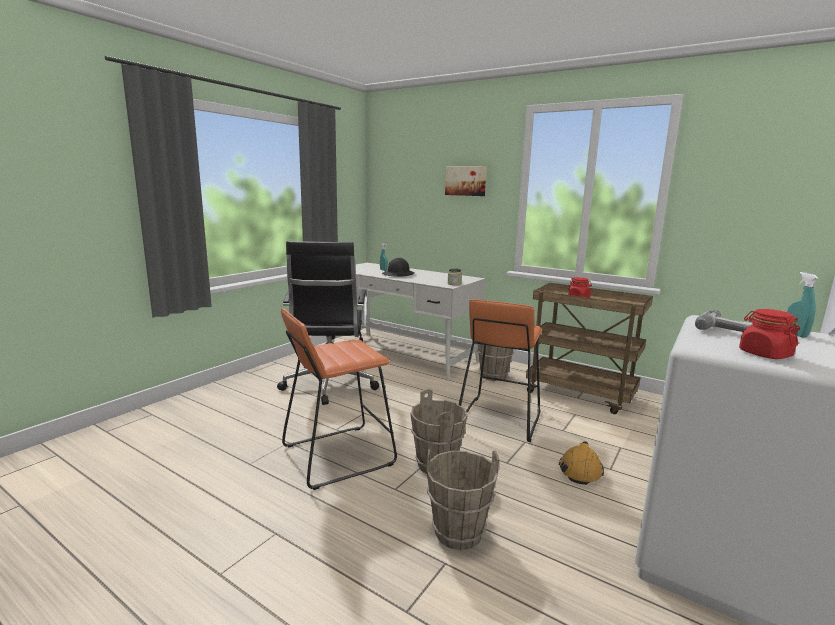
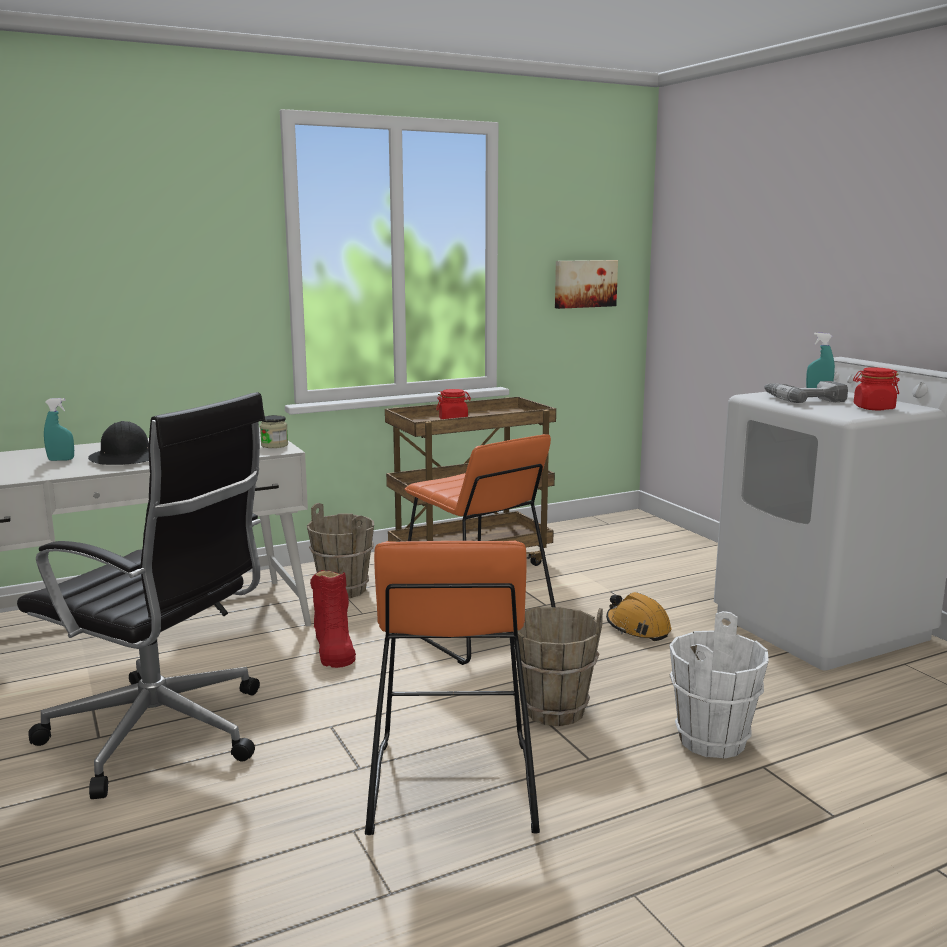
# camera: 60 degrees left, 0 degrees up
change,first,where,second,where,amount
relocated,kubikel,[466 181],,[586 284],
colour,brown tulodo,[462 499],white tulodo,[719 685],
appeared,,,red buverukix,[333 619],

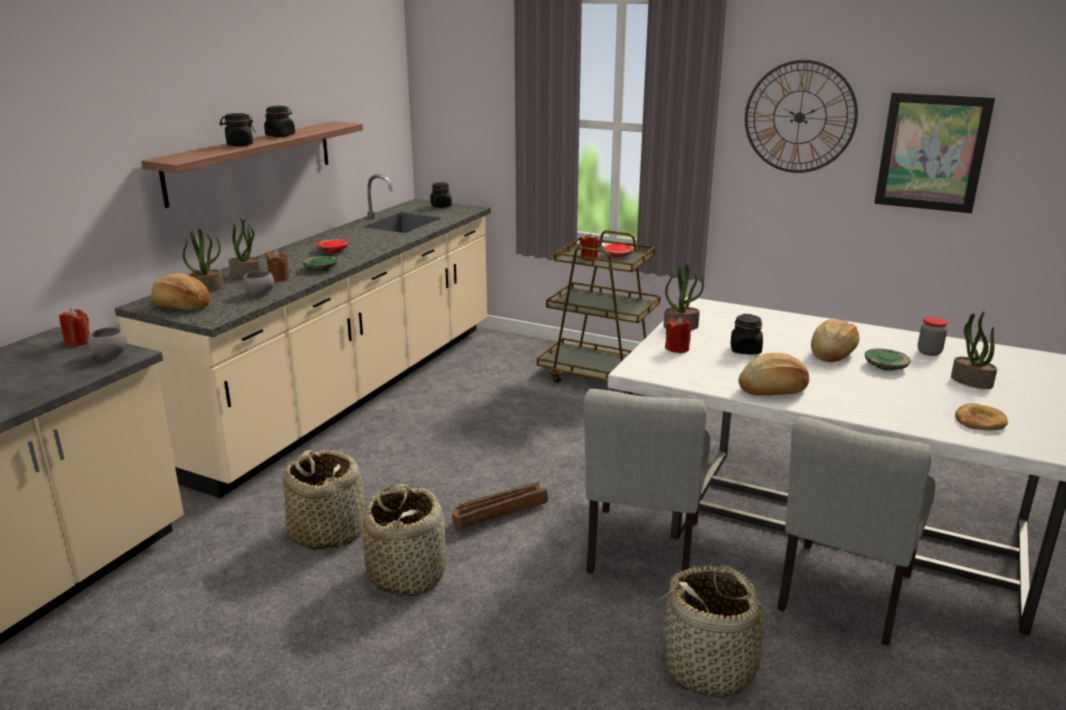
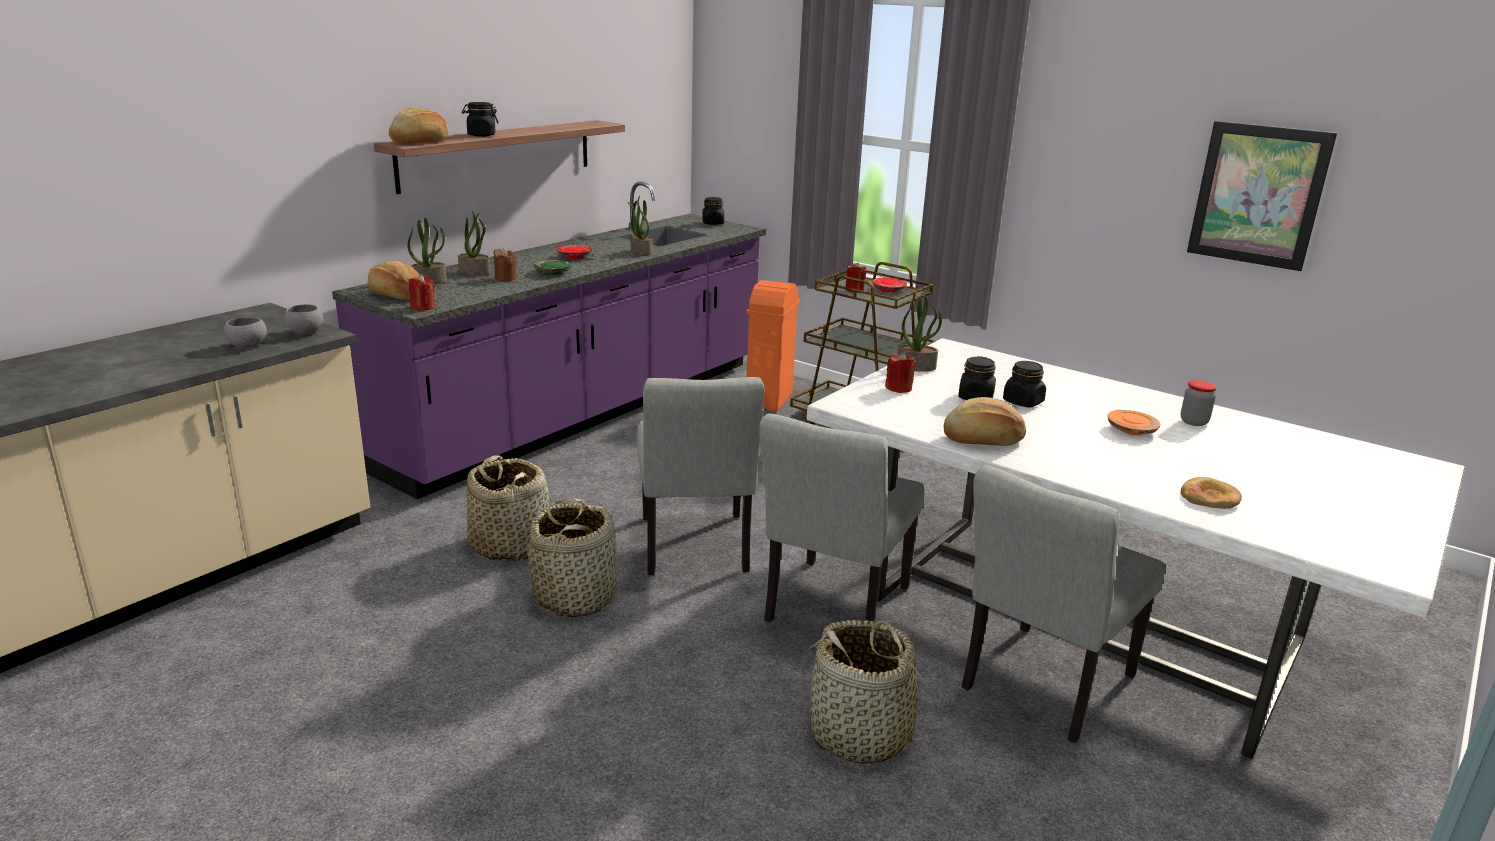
# camera: 10 degrees right, 0 degrees up
change,first,where,second,where,amount
missing,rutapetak,[801 116],,,
relocated,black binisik,[279 121],,[1024 384],
colour,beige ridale,[303 336],purple ridale,[549 340],
relocated,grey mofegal,[258 283],,[245 332],
relocated,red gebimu,[74 327],,[422 292],
relocated,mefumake,[974 350],,[639 226],
relocated,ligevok,[835 340],,[418 125],
colour,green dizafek,[888 359],orange dizafek,[1133 422],
exchanged,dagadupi,[500 505],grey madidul,[701 476],
appeared,,,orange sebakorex,[773 346],

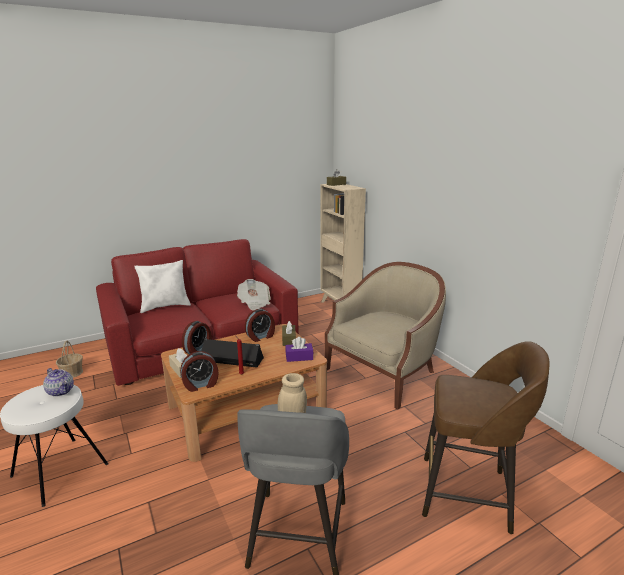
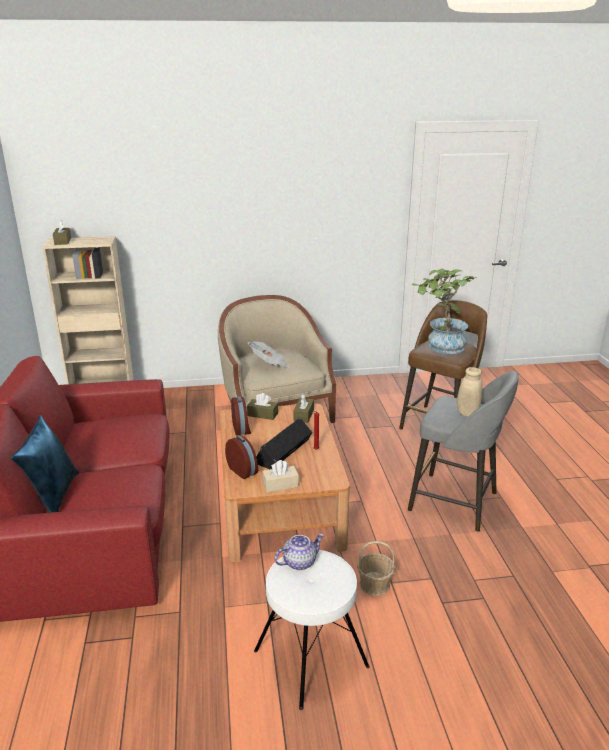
# camera: 70 degrees left, 5 degrees up
change,first,where,second,where,amount
colour,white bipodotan,[162 286],blue bipodotan,[45 464],
relocated,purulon,[253 295],,[269 354],
colour,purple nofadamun,[299 349],brown nofadamun,[304 408],
relocated,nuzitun,[69 359],,[376 568],
missing,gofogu,[199 371],,,
appeared,,,mefumake,[444 311],

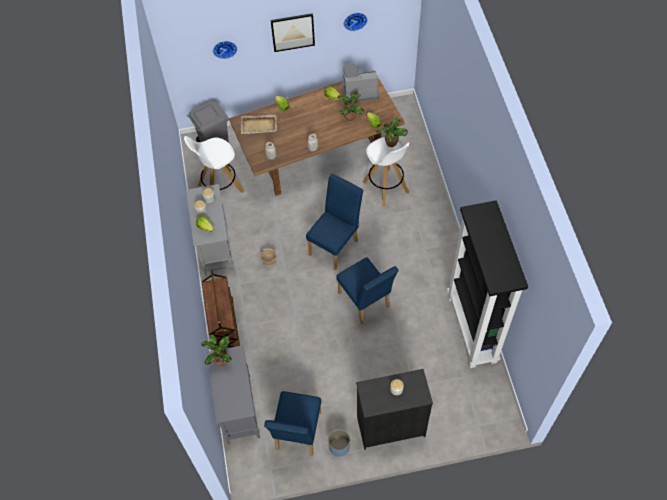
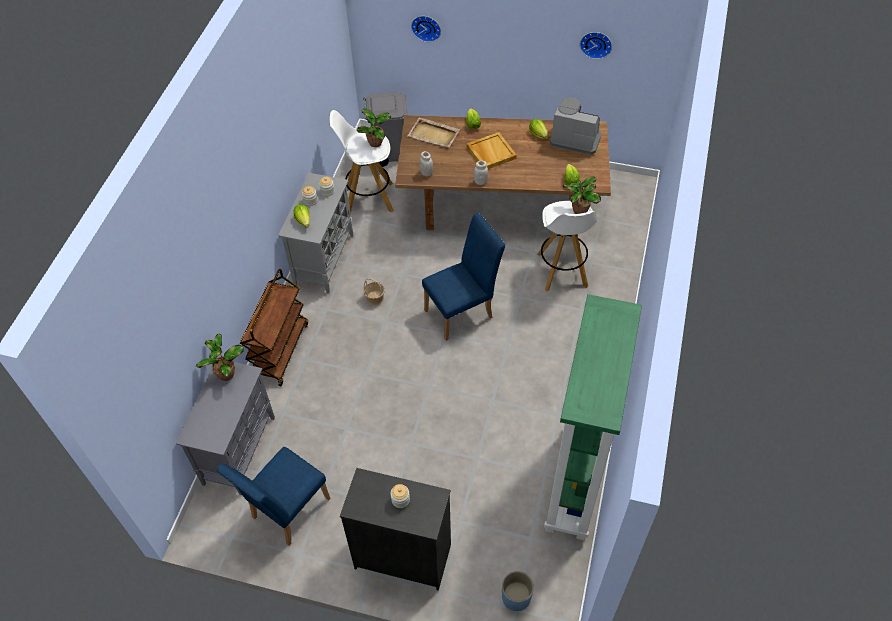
# camera: 25 degrees right, 5 degrees down
change,first,where,second,where,amount
missing,kubikel,[293 32],,,
relocated,mefumake,[351 106],,[374 128],
colour,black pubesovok,[487 284],green pubesovok,[593 417],
missing,blue madidul,[367 290],,,
relocated,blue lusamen,[339 443],,[518 591],
appeared,,,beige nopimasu,[492 150],

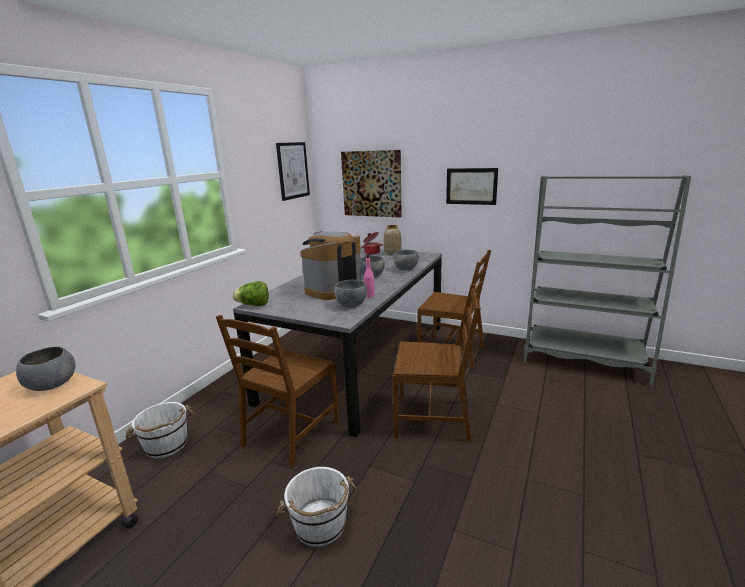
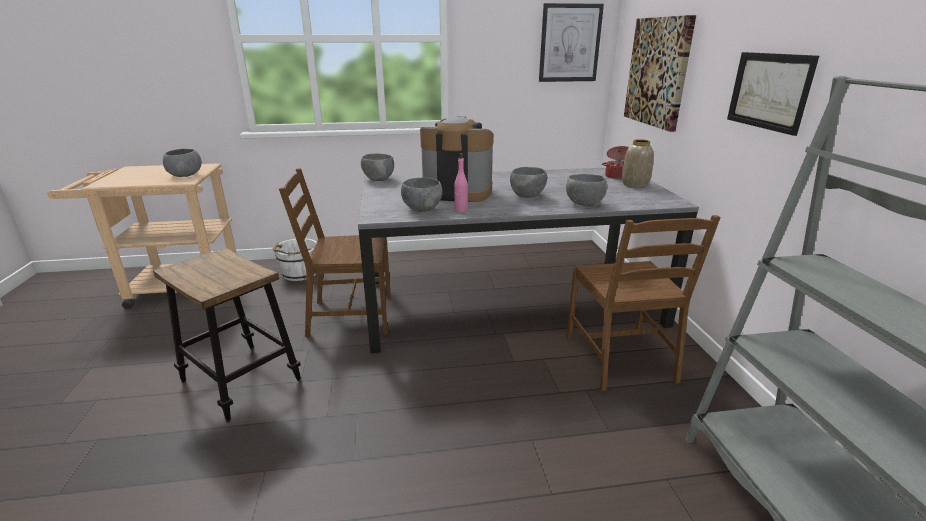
# camera: 55 degrees right, 5 degrees up
change,first,where,second,where,amount
exchanged,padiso,[251 293],grey mofegal,[377 167],
missing,brown madidul,[437 363],,,
exchanged,white tulodo,[316 507],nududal,[227 334],

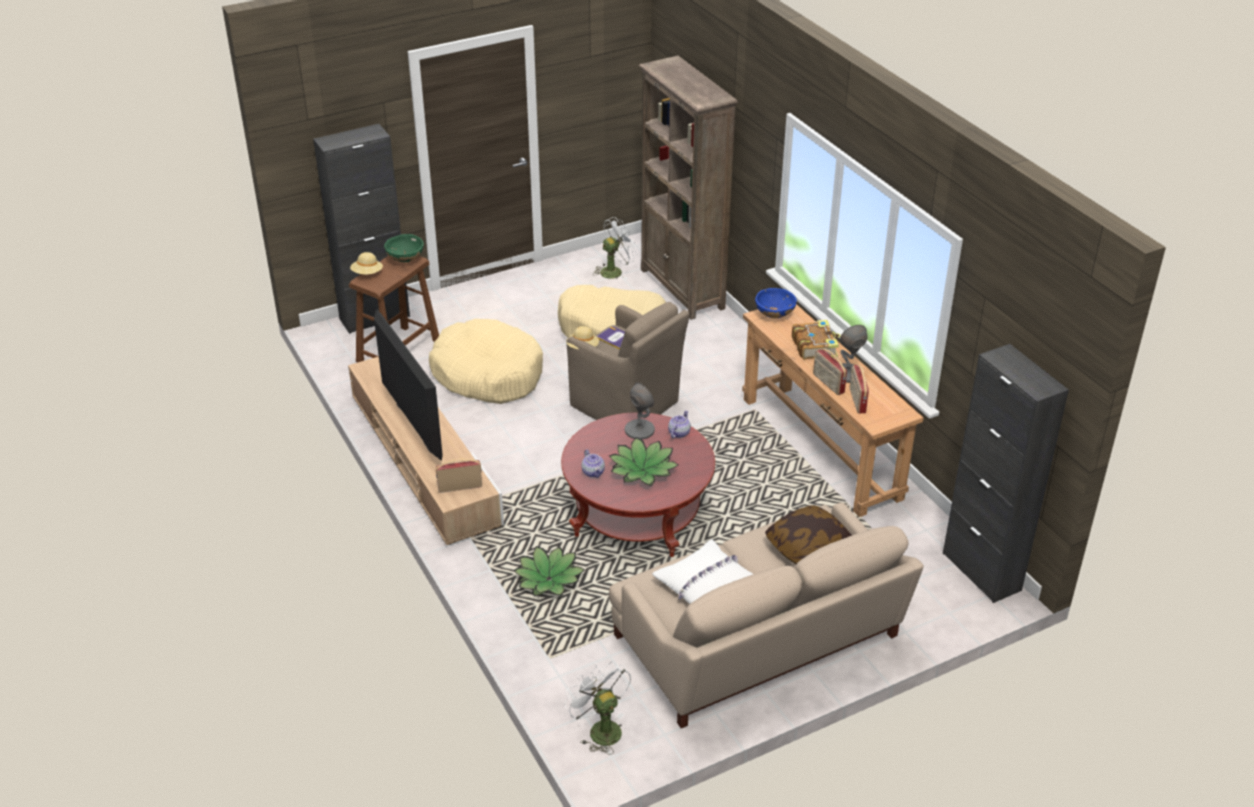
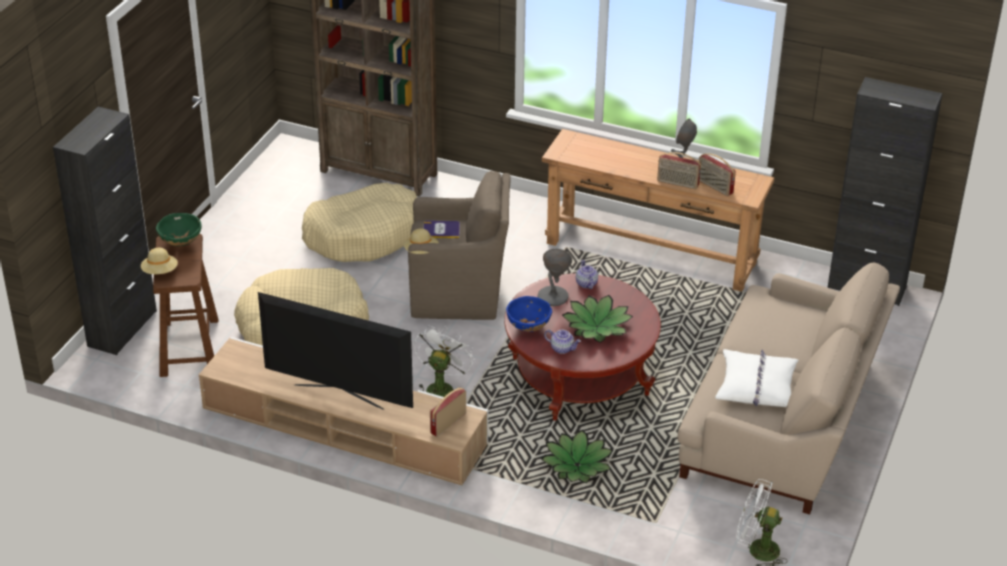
# camera: 40 degrees left, 0 degrees up
change,first,where,second,where,amount
relocated,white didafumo,[615 248],,[443 361],
relocated,blue mofegal,[776 303],,[529 314],
missing,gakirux,[816 340],,,
missing,bipodotan,[808 534],,,

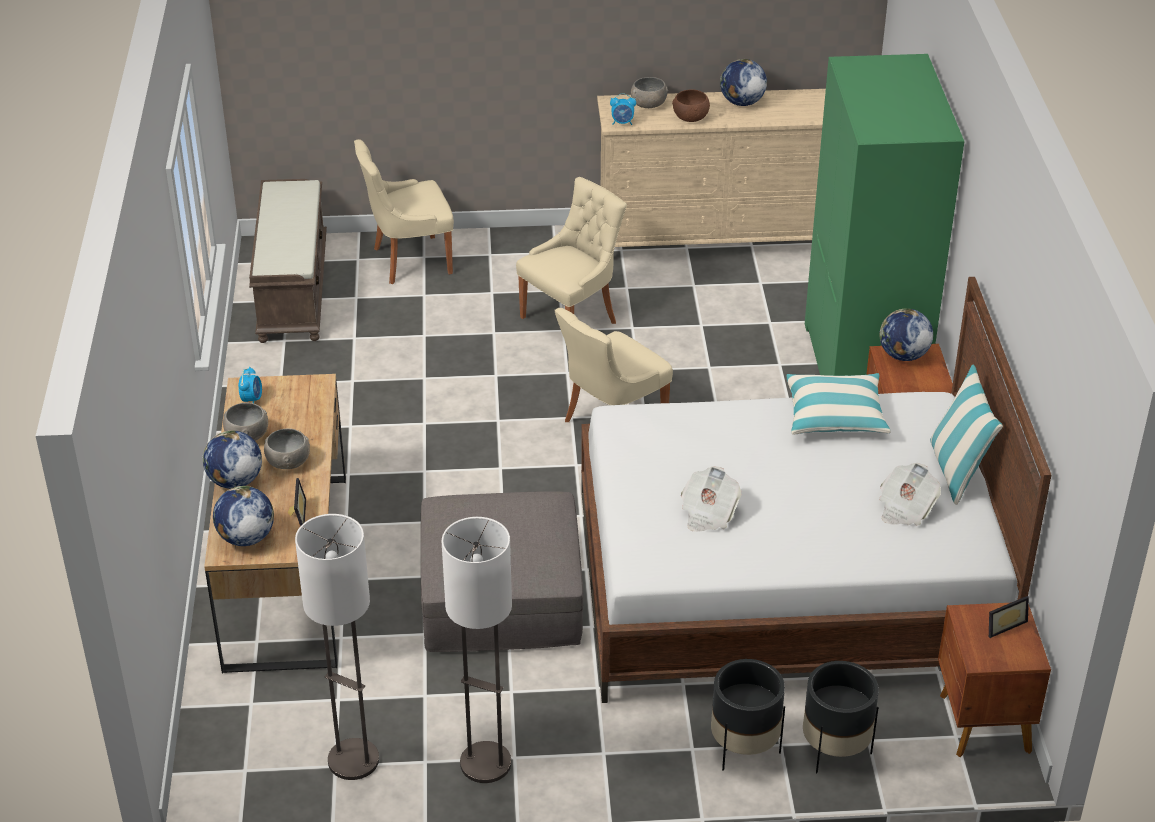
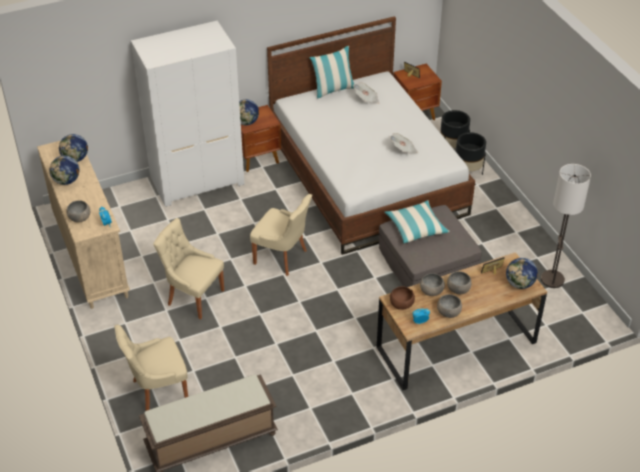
# camera: 110 degrees left, 5 degrees up
change,first,where,second,where,amount
colour,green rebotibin,[885 215],white rebotibin,[188 114],
relocated,brown mofegal,[691 105],,[402 298],
spun,beige madidul,[404 211],,[151 367],105 degrees clockwise
relocated,bipodotan,[838 404],,[417 221],
relocated,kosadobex,[232 460],,[73 148],
missing,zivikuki,[477 650],,,
appeared,,,grey mofegal,[432 284],

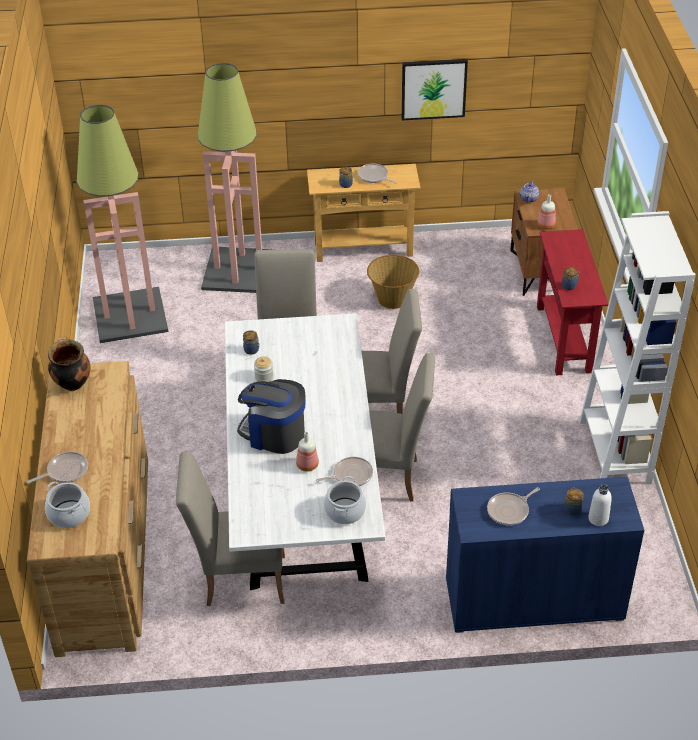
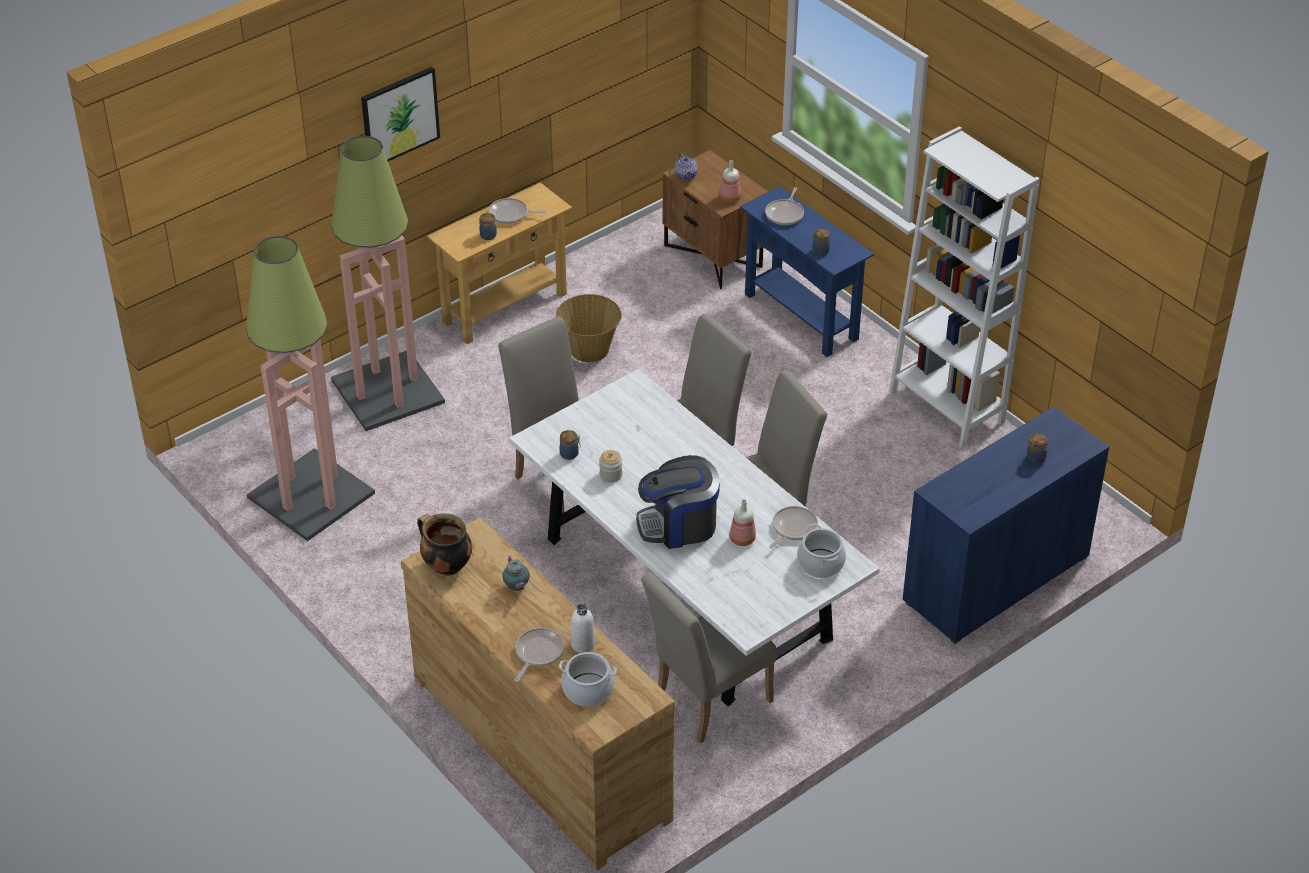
# camera: 35 degrees left, 0 degrees up
change,first,where,second,where,amount
relocated,kubikel,[435 89],,[400 114],
colour,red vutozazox,[573 302],blue vutozazox,[807 271],
relocated,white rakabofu,[600 505],,[583 628],
relocated,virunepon,[513 506],,[784 206],
appeared,,,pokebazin,[516 573],

